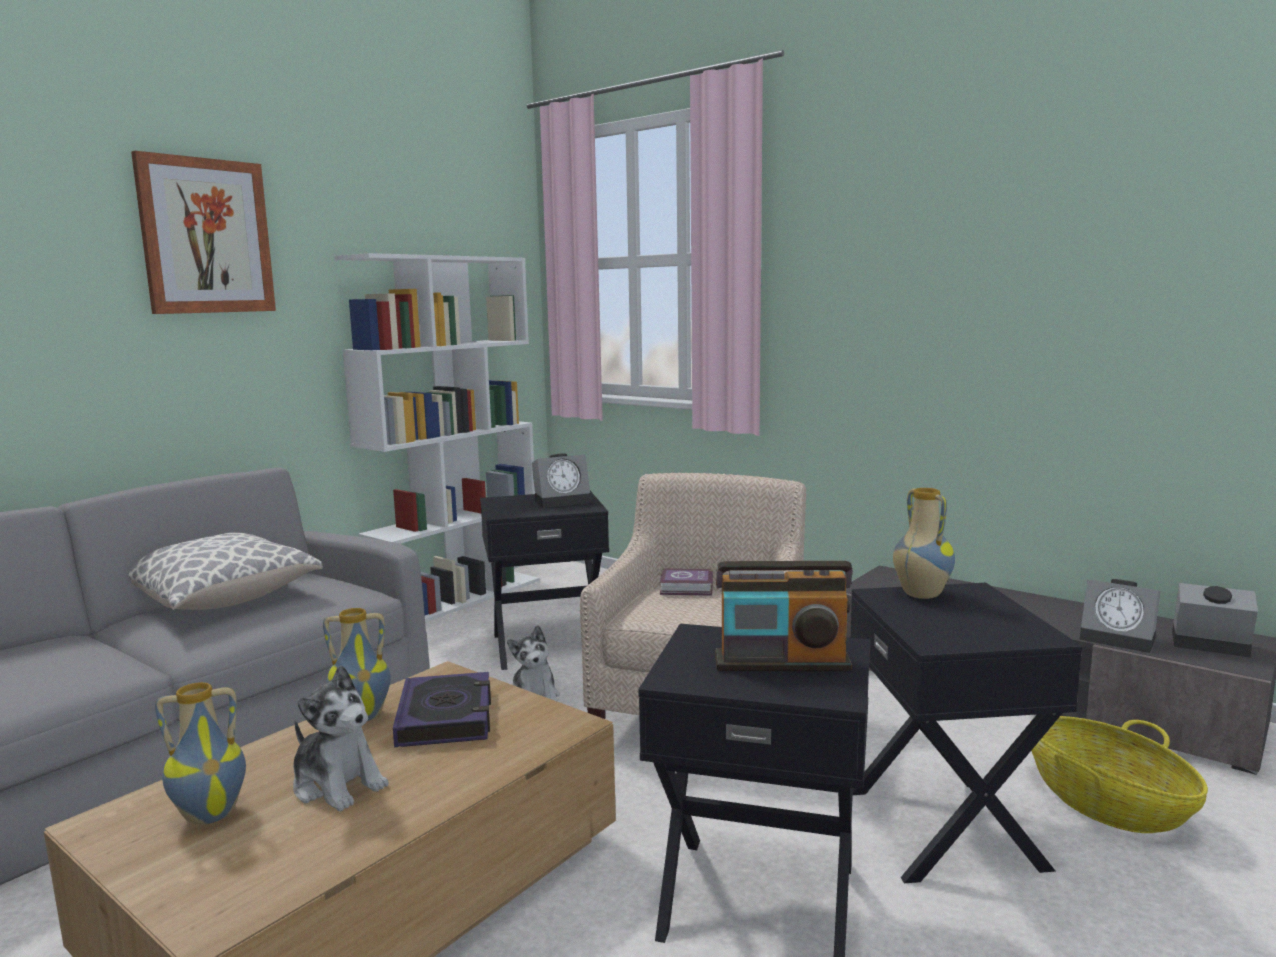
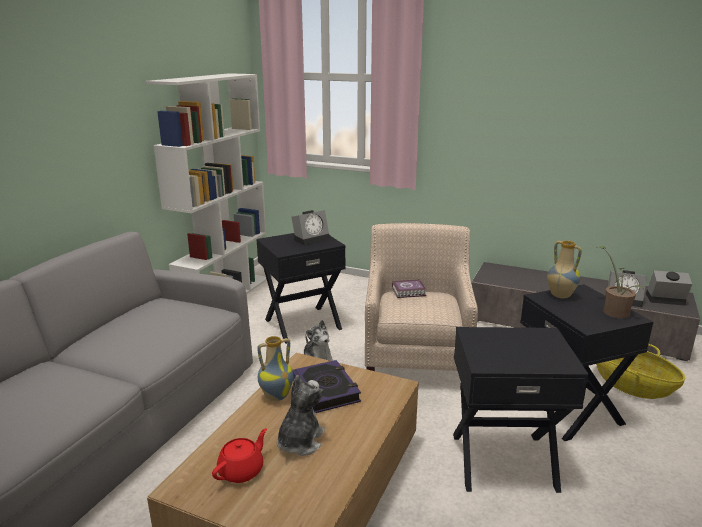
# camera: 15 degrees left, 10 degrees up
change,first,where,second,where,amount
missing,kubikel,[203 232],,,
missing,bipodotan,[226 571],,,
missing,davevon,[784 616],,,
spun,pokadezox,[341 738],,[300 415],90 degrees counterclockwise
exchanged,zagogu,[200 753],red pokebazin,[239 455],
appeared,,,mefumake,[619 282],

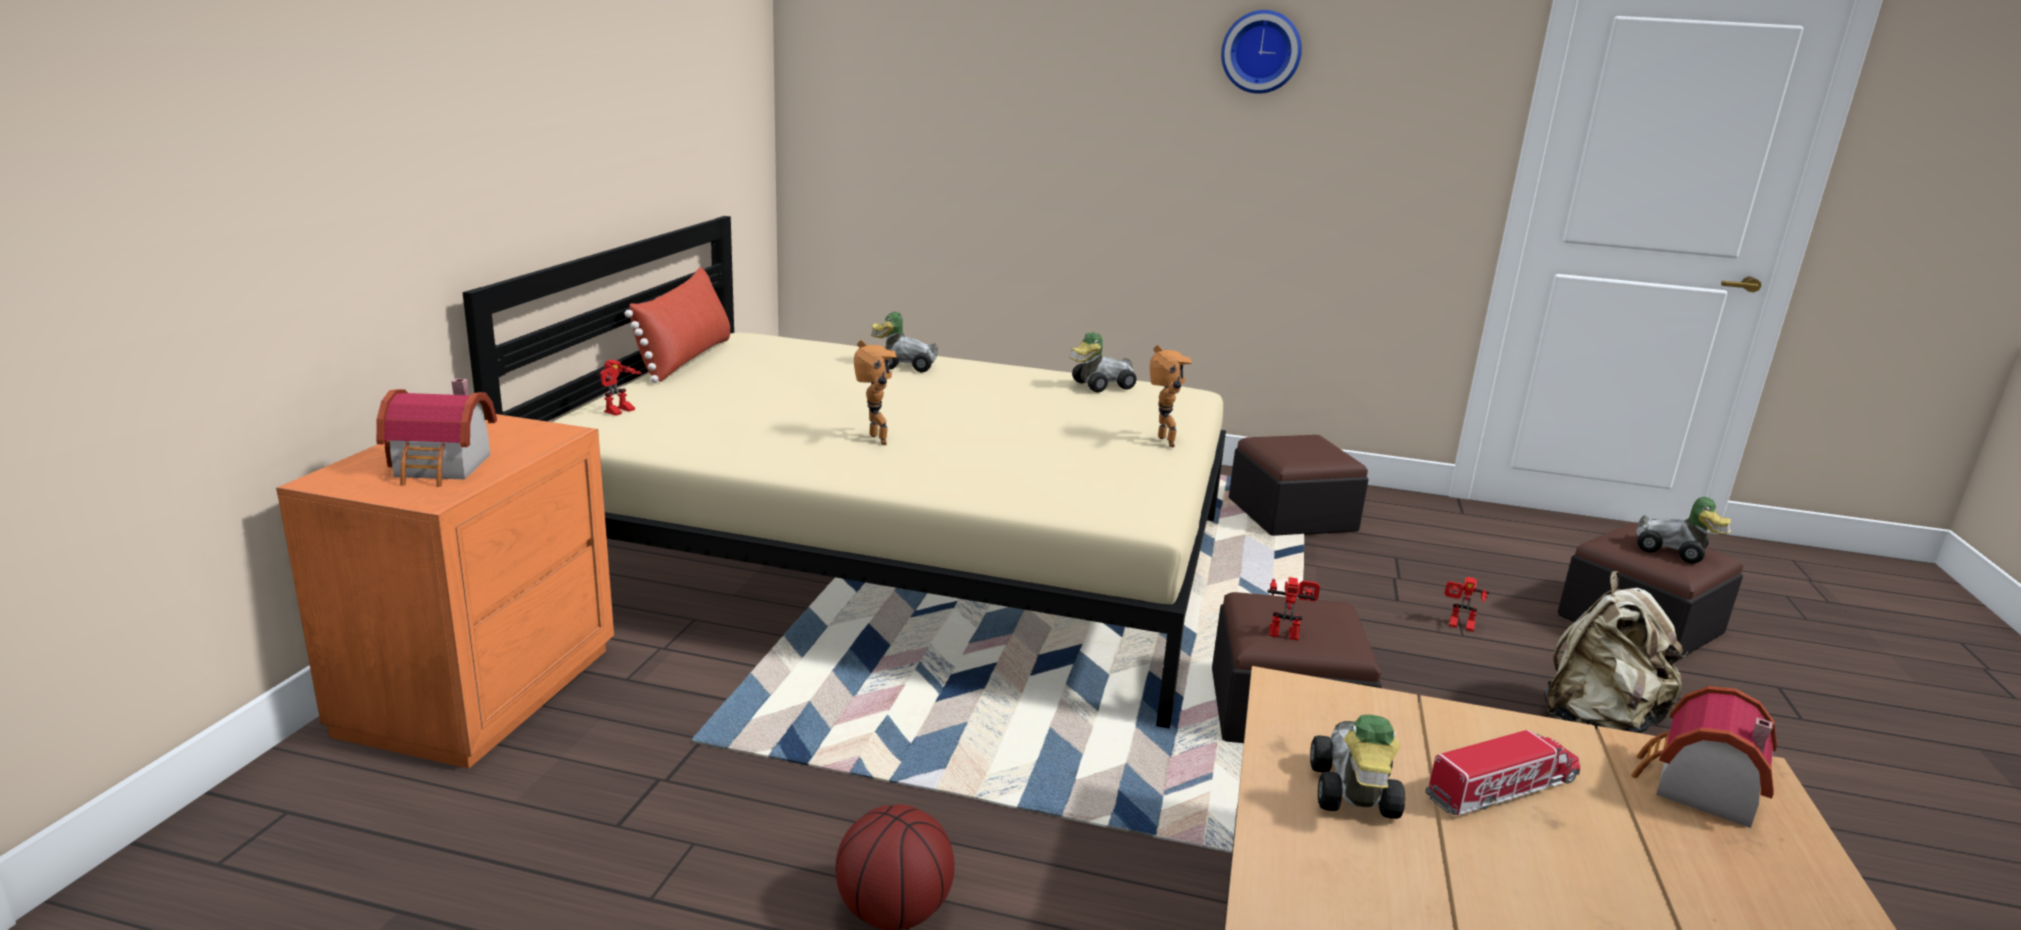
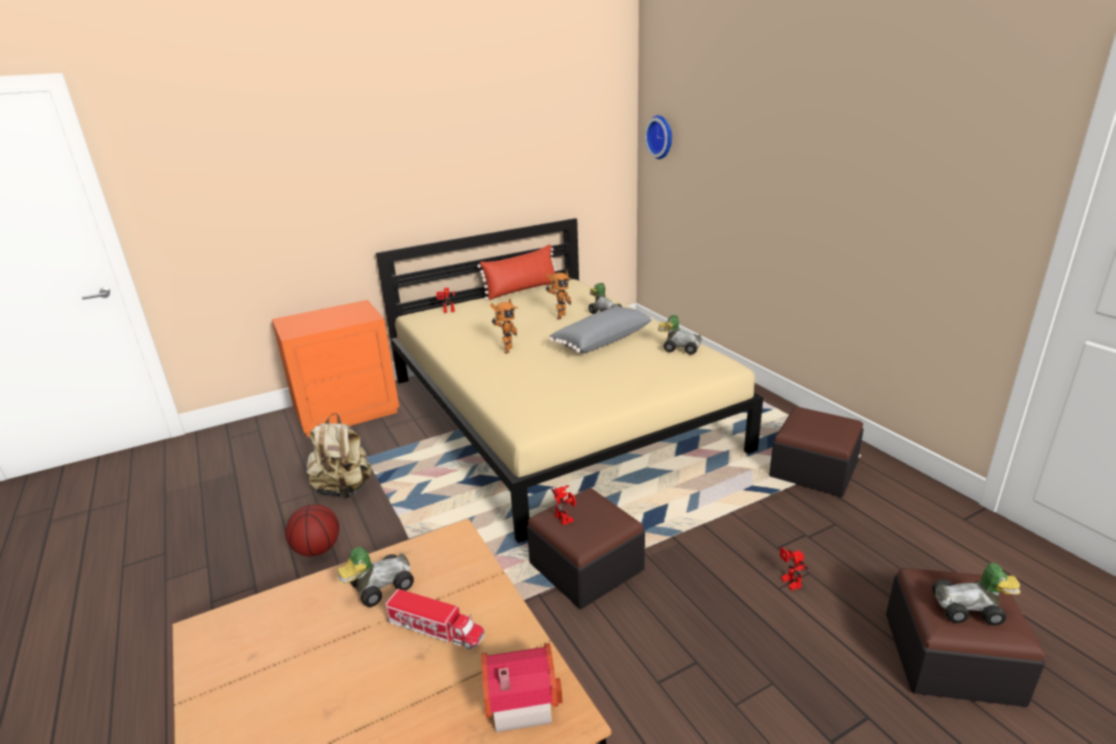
# camera: 50 degrees right, 5 degrees up
change,first,where,second,where,amount
relocated,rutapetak,[1261 52],,[658 137],
relocated,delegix,[1171 396],,[559 295],
missing,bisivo,[436 433],,,
spun,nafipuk,[1684 530],,[976 594],75 degrees counterclockwise
relocated,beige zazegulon,[1616 652],,[339 455],
appeared,,,grey bipodotan,[601 329],

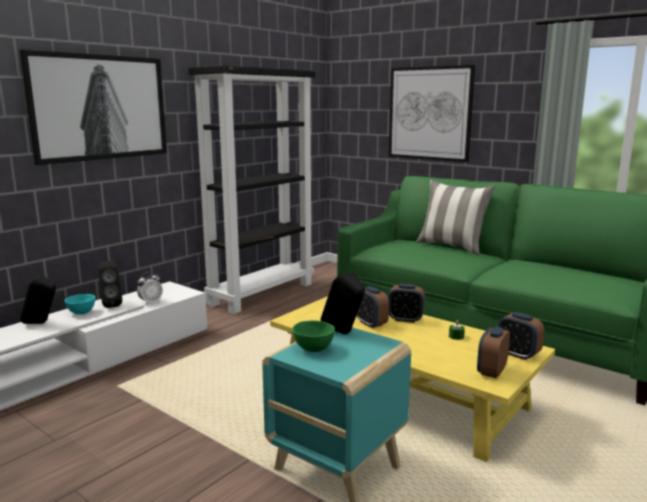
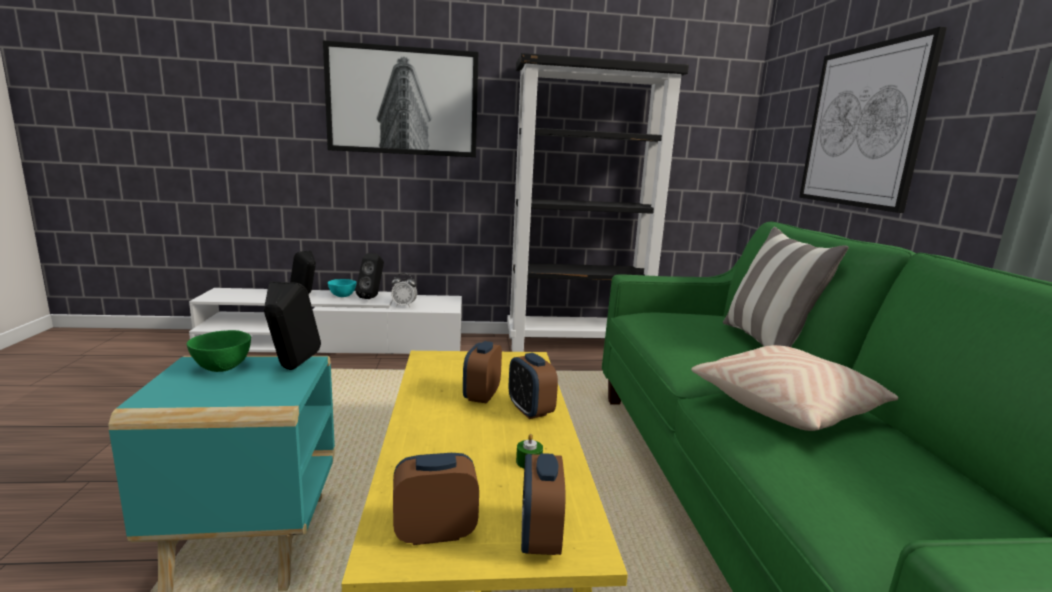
# camera: 45 degrees right, 0 degrees up
change,first,where,second,where,amount
appeared,,,beige bipodotan,[794 388],

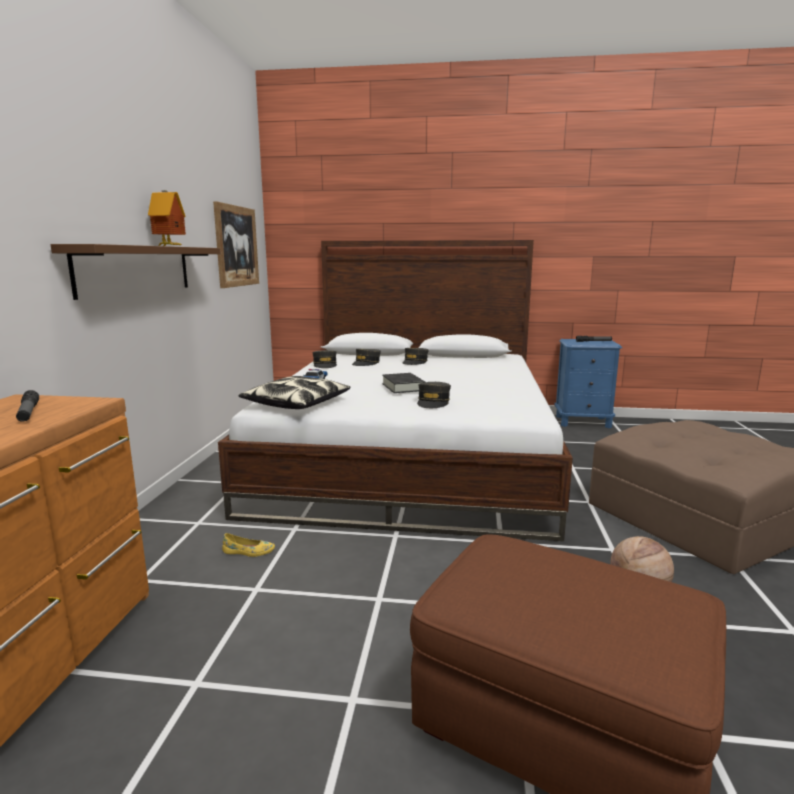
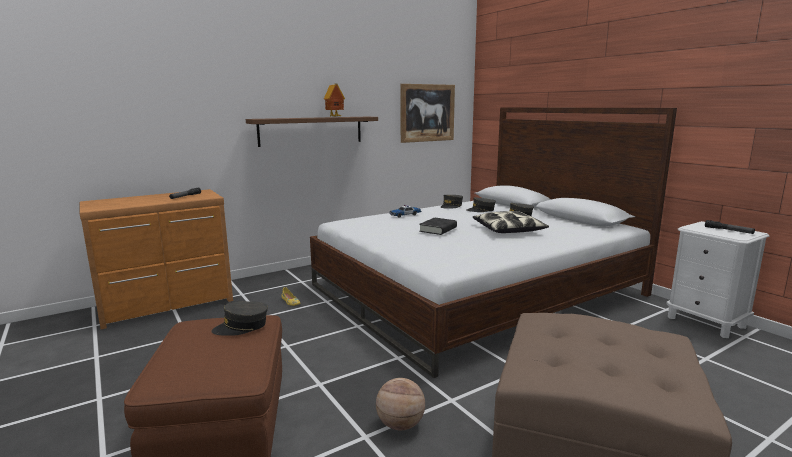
# camera: 50 degrees right, 0 degrees up
change,first,where,second,where,amount
colour,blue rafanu,[588 383],white rafanu,[718 279],
relocated,bipodotan,[294 392],,[511 222],
relocated,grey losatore,[434 395],,[239 318],

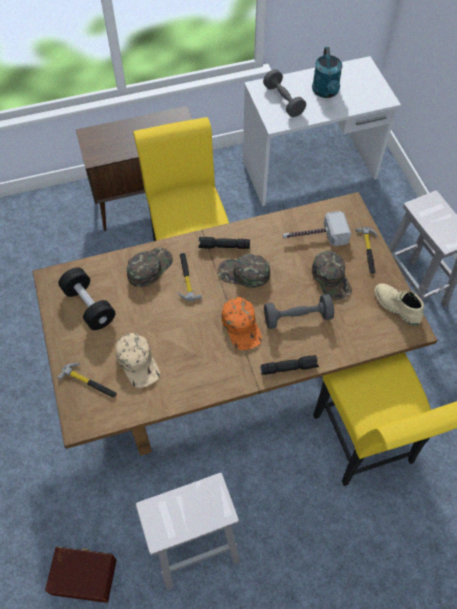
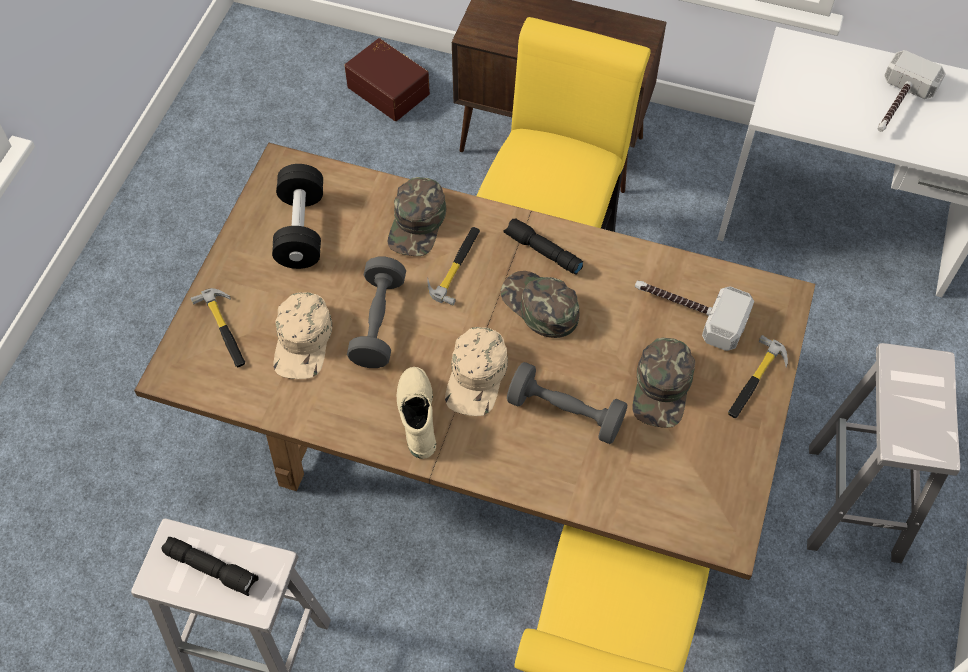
# camera: 35 degrees right, 0 degrees up
change,first,where,second,where,amount
exchanged,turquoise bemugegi,[327 72],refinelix,[912 91],
relocated,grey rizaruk,[284 93],,[376 312],
spun,green losatore,[150 267],,[417 216],120 degrees clockwise
relocated,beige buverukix,[399 304],,[416 413],
colour,orange losatore,[241 323],beige losatore,[476 371],
relocated,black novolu,[290 365],,[210 566],
relocated,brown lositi,[81 575],,[387 79],

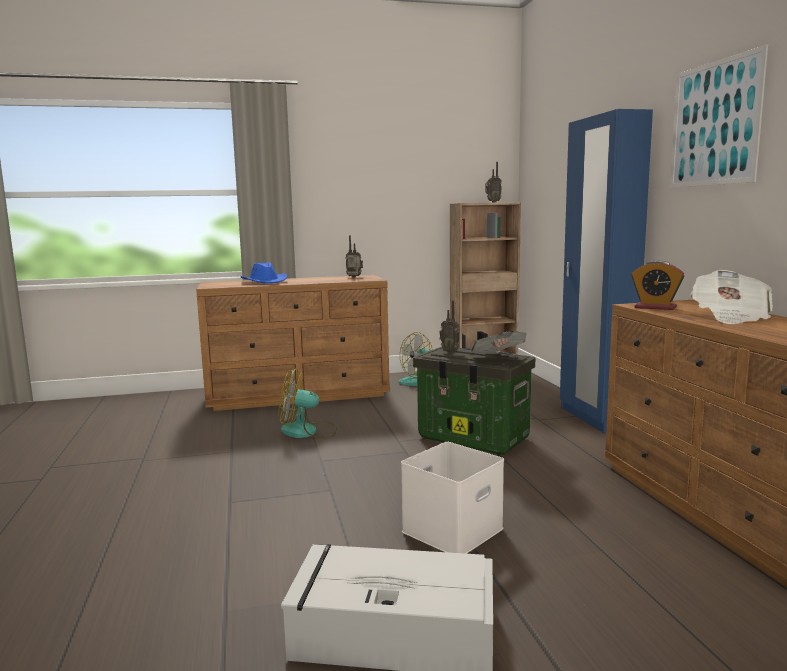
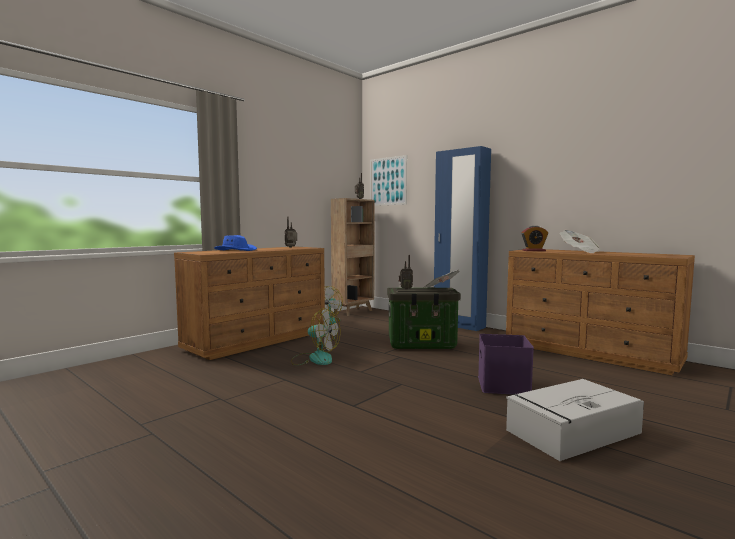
# camera: 35 degrees left, 5 degrees down
change,first,where,second,where,amount
relocated,kubikel,[719 116],,[388 180],
spun,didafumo,[307 403],,[316 336],120 degrees counterclockwise
colour,white lositi,[452 498],purple lositi,[506 364],

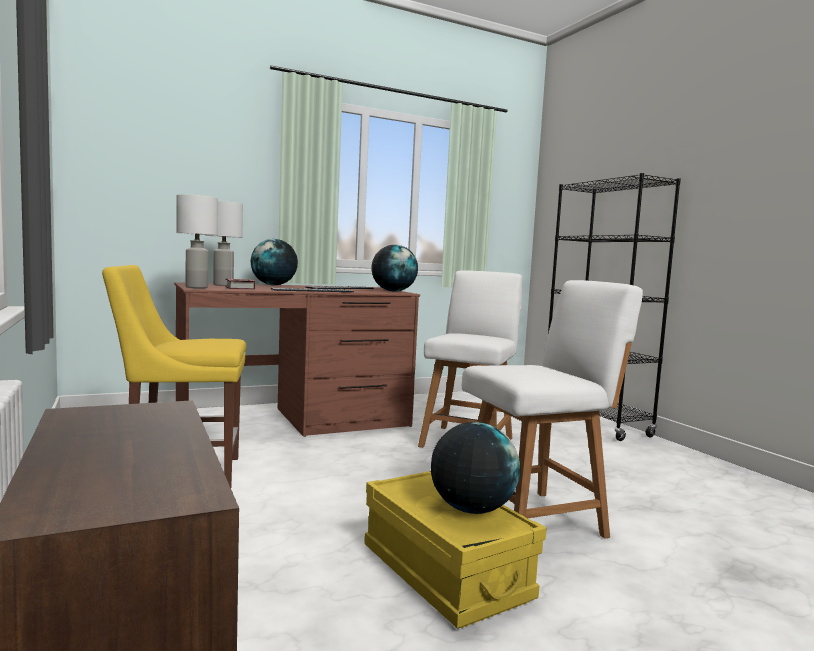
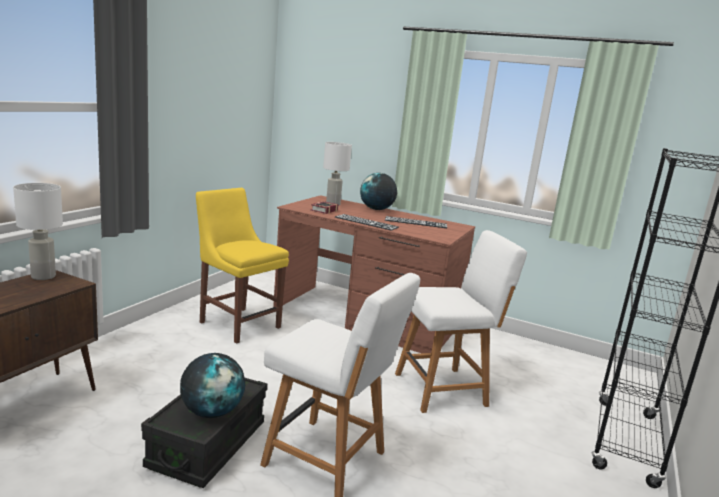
# camera: 50 degrees right, 10 degrees up
change,first,where,second,where,amount
relocated,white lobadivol,[197 241],,[38 231],
missing,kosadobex,[394 268],,,
colour,yellow lositi,[456 549],black lositi,[204 433],

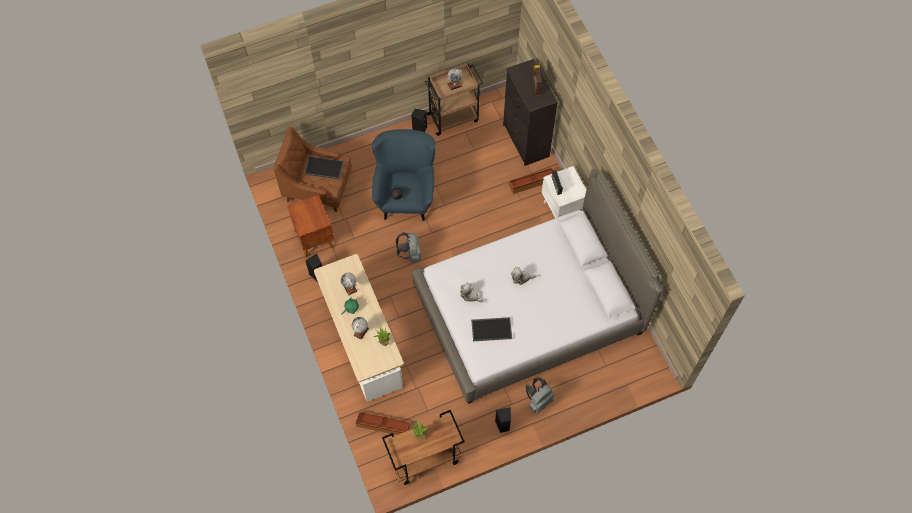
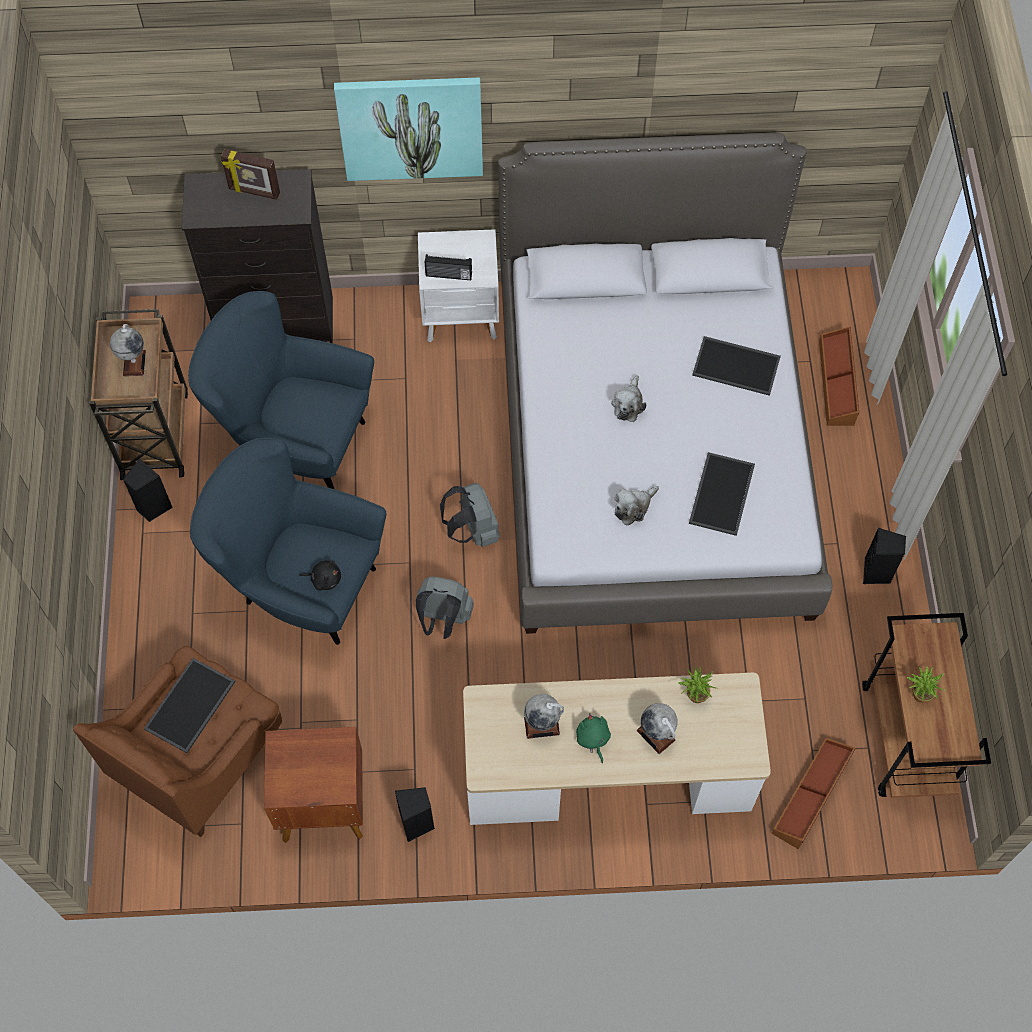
# camera: 70 degrees left, 0 degrees up
change,first,where,second,where,amount
relocated,brown lositi,[531 181],,[839 376],
relocated,grey zazegulon,[540 395],,[470 515],
appeared,,,kubikel,[408 129],
appeared,,,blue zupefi,[281 390],
appeared,,,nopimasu,[736 366],

